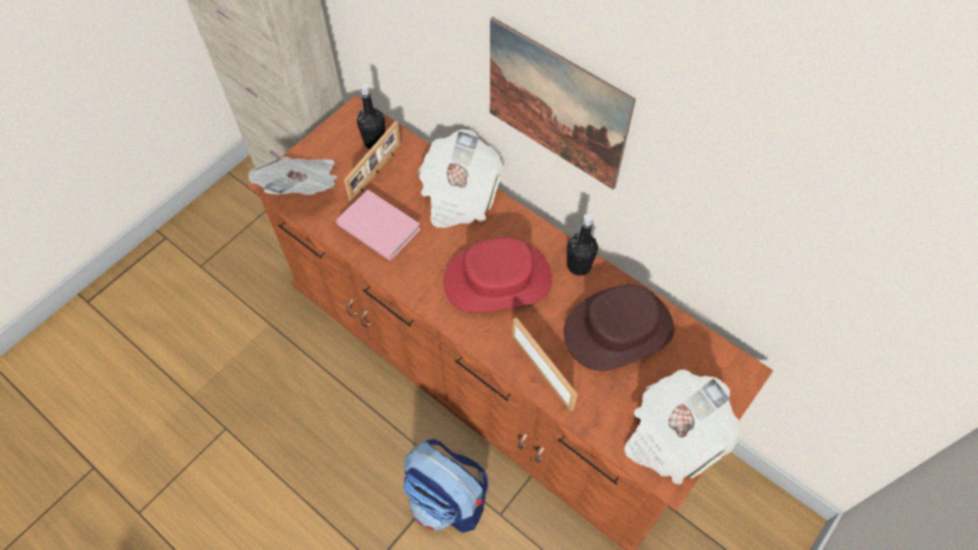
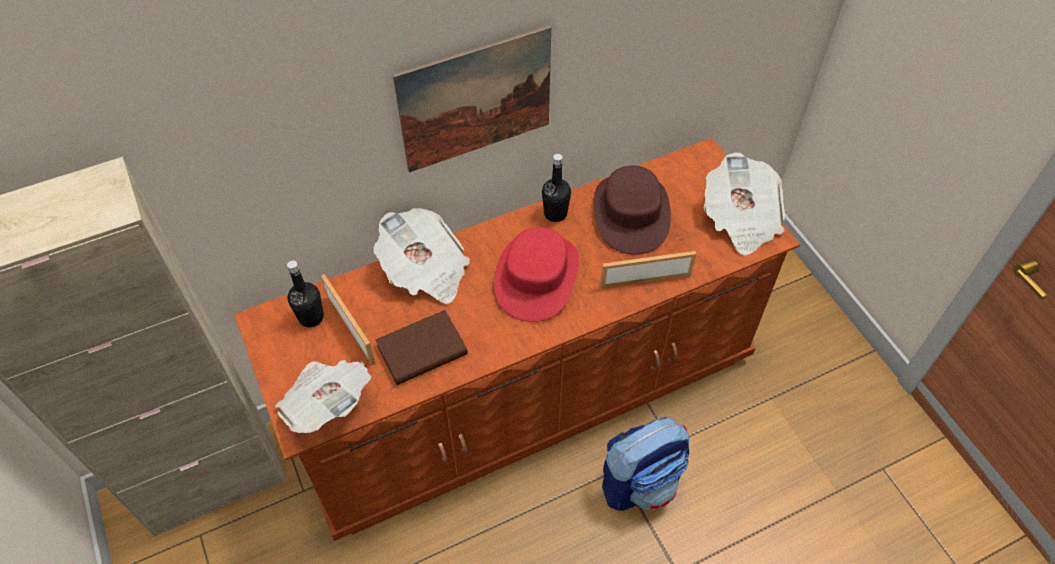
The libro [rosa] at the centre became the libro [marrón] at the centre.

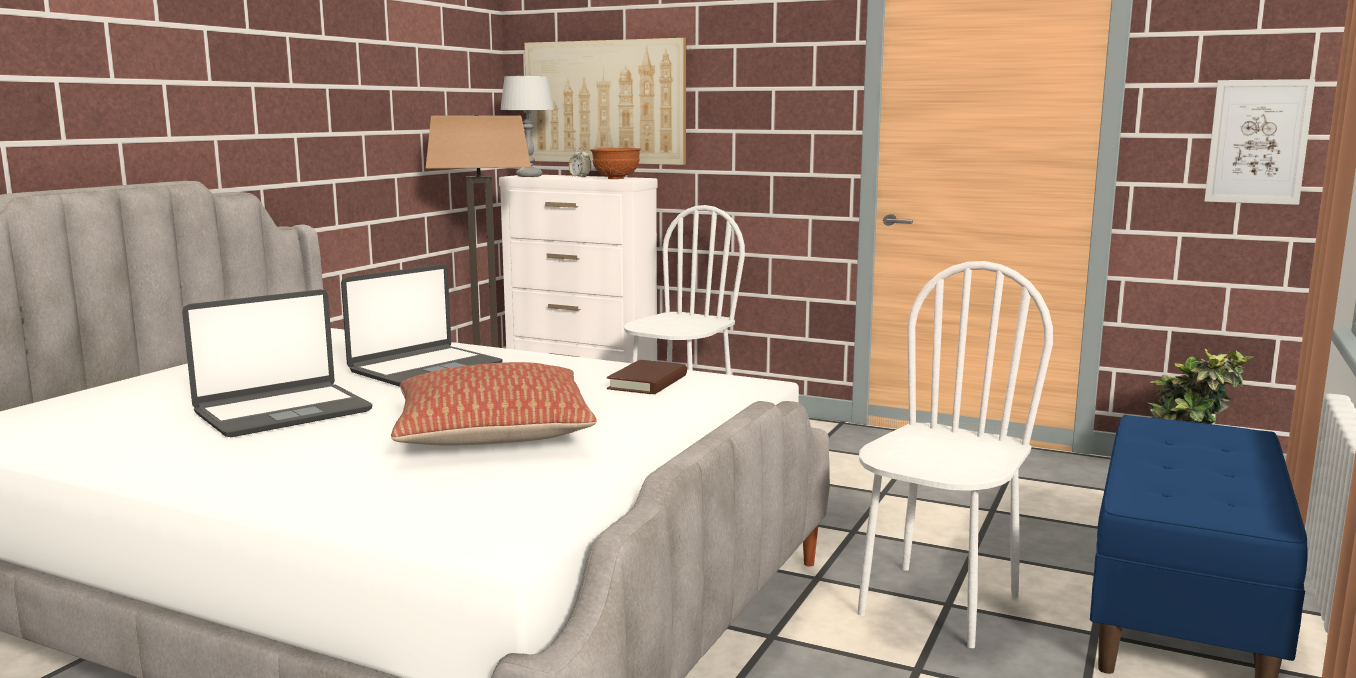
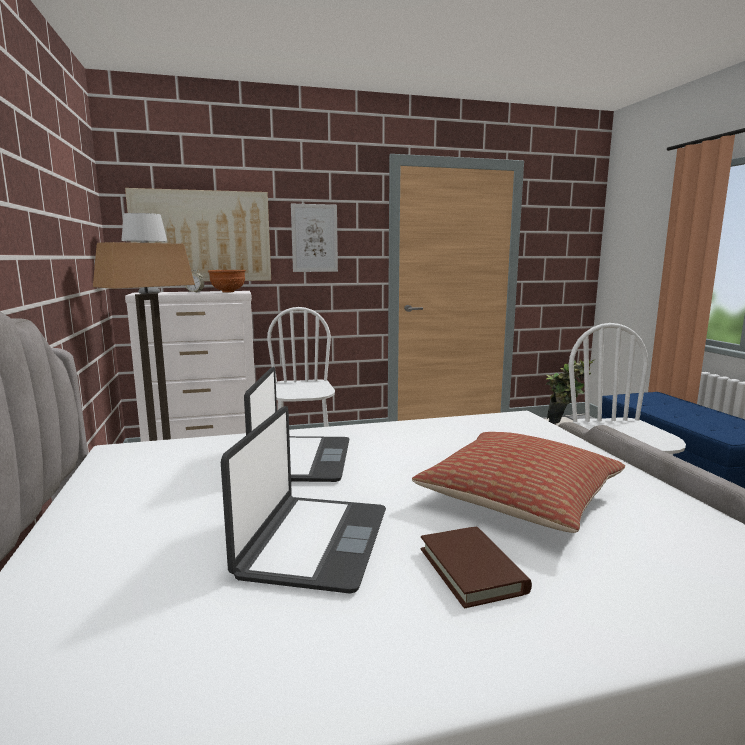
The cuadro (no. 2 from left) moved from the top right to the top centre.
The libro [marrón] moved from the centre to the bottom centre.

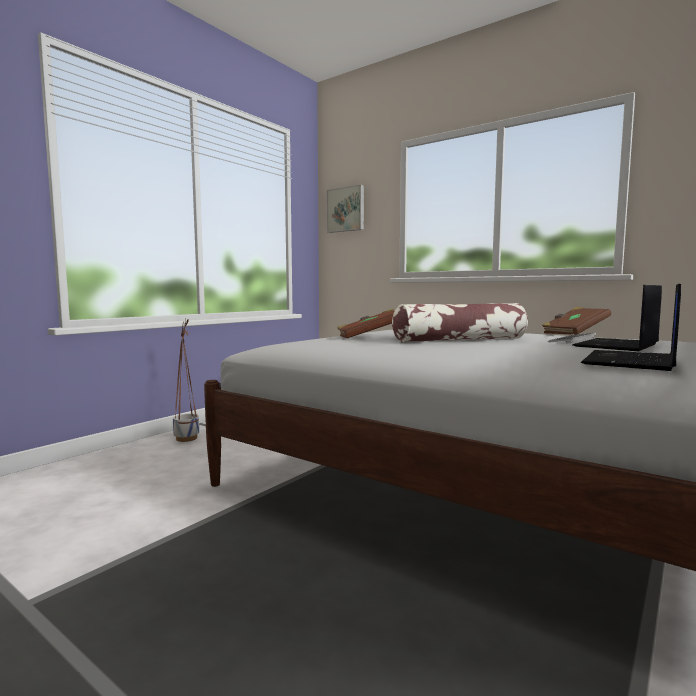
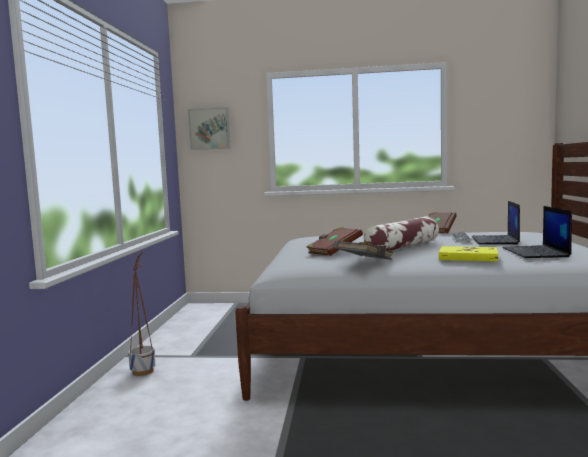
The libro [gris] at the centre appeared.
The libro [amarillo] at the middle right appeared.

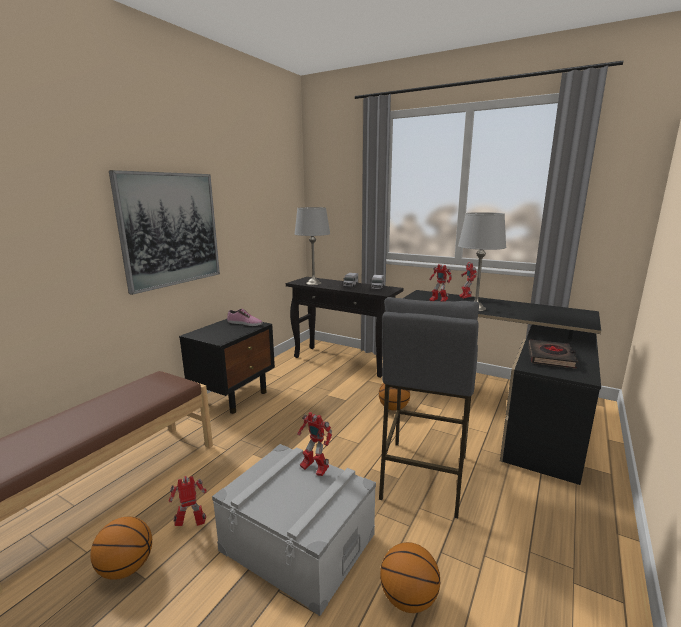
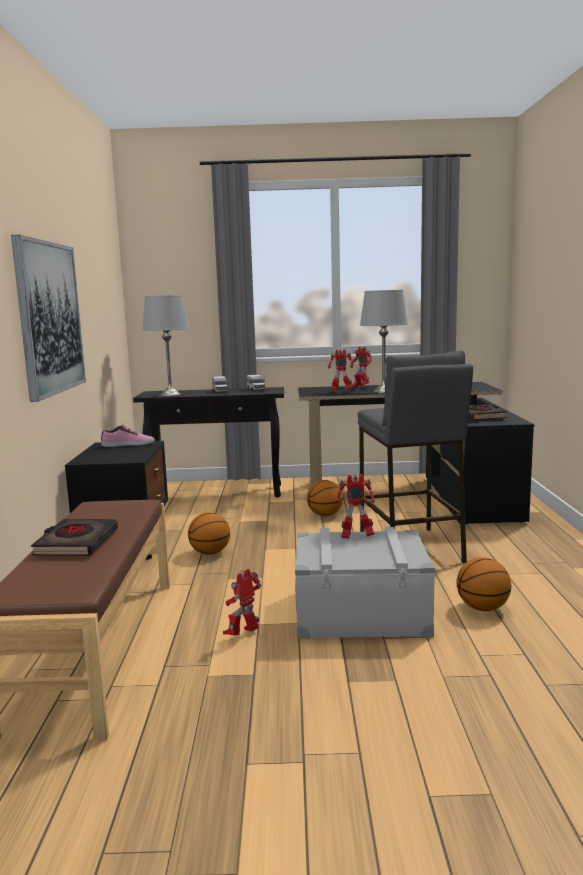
The balón de baloncesto (no. 1 from left) moved from the bottom left to the centre.
The libro [negro] (no. 1 from left) at the middle left appeared.

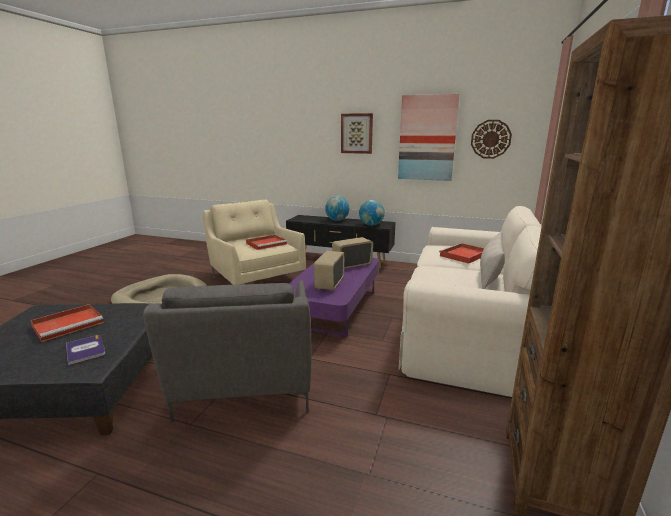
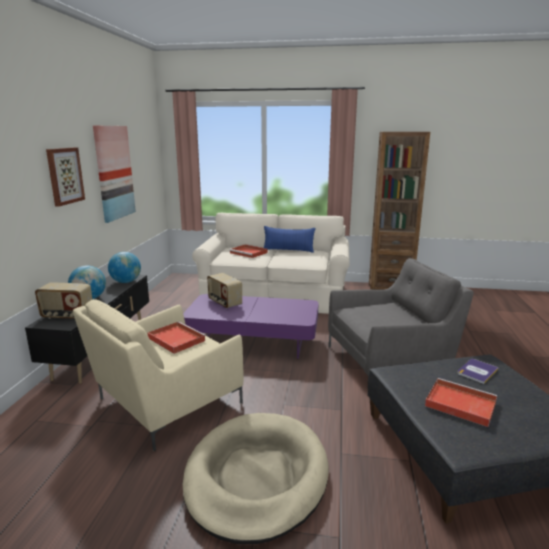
The reloj de pared at the top right disappeared.
The cojín [beis] at the middle right became the cojín [azul] at the centre.
The radio (no. 1 from left) moved from the centre to the middle left.

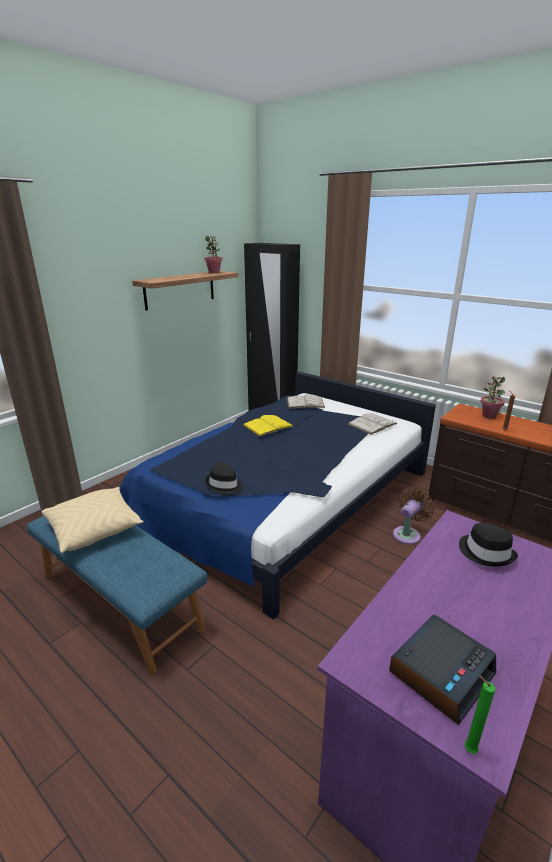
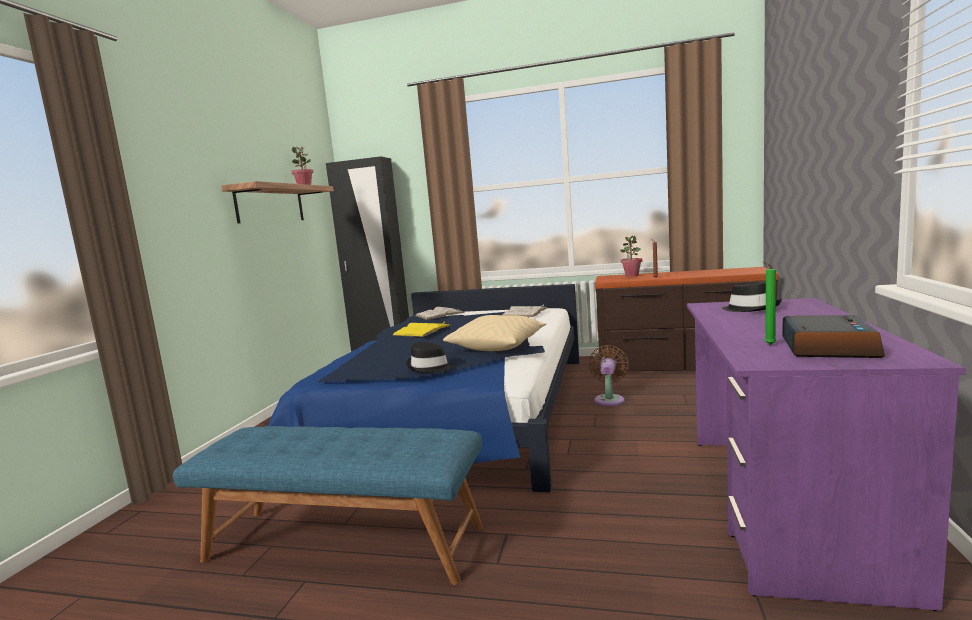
The cojín [beis] moved from the middle left to the centre.
The vela [verde] moved from the bottom right to the middle right.

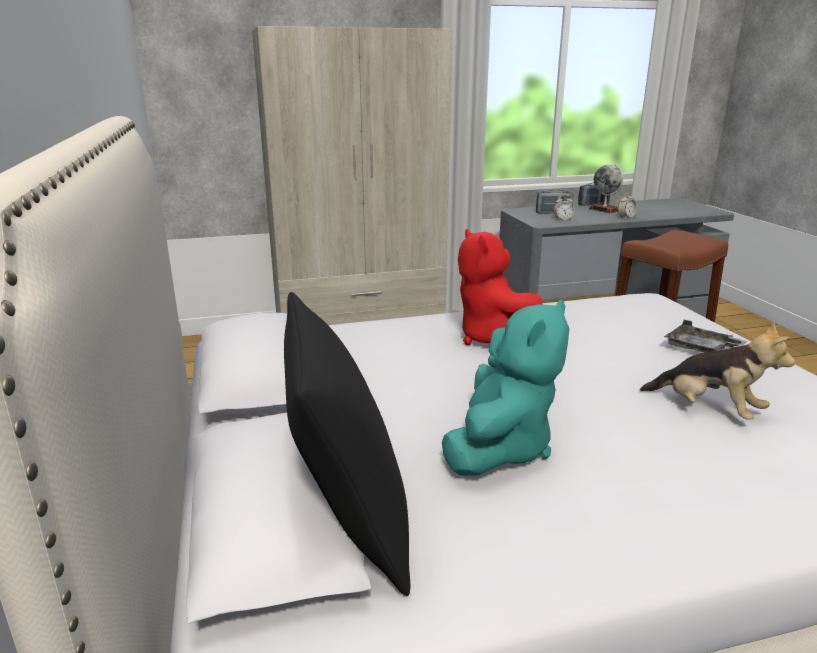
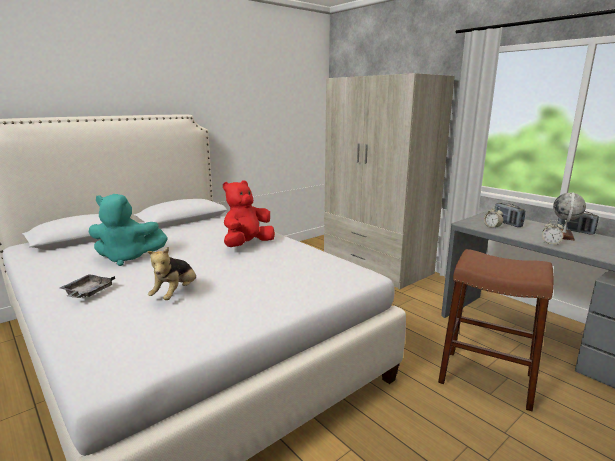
The cojín [negro] at the bottom centre disappeared.
The bandeja [gris] moved from the middle right to the middle left.

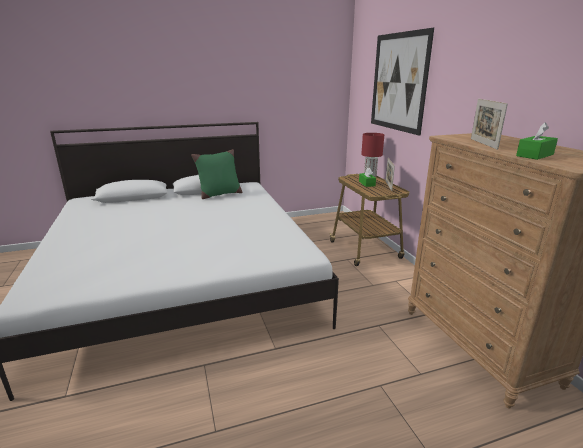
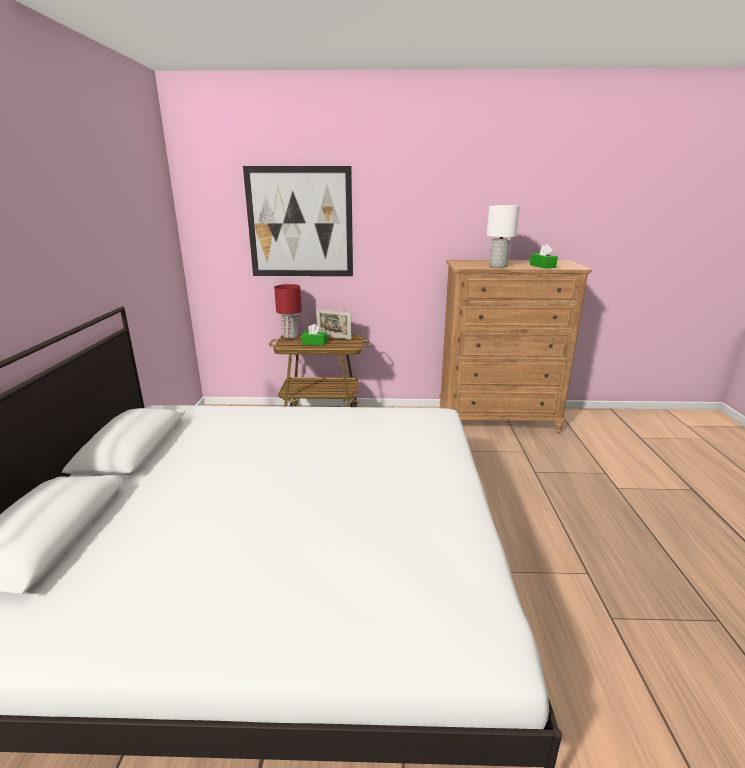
The portarretratos (no. 2 from left) at the top right was replaced by the lámpara de mesa [blanco] at the top right.
The cojín [verde] at the centre disappeared.

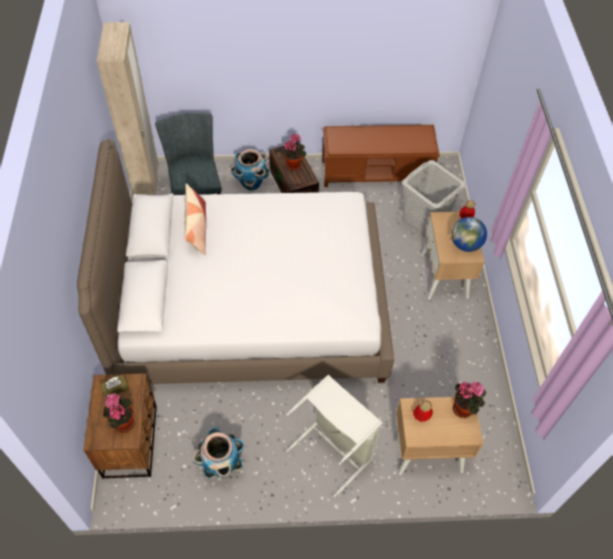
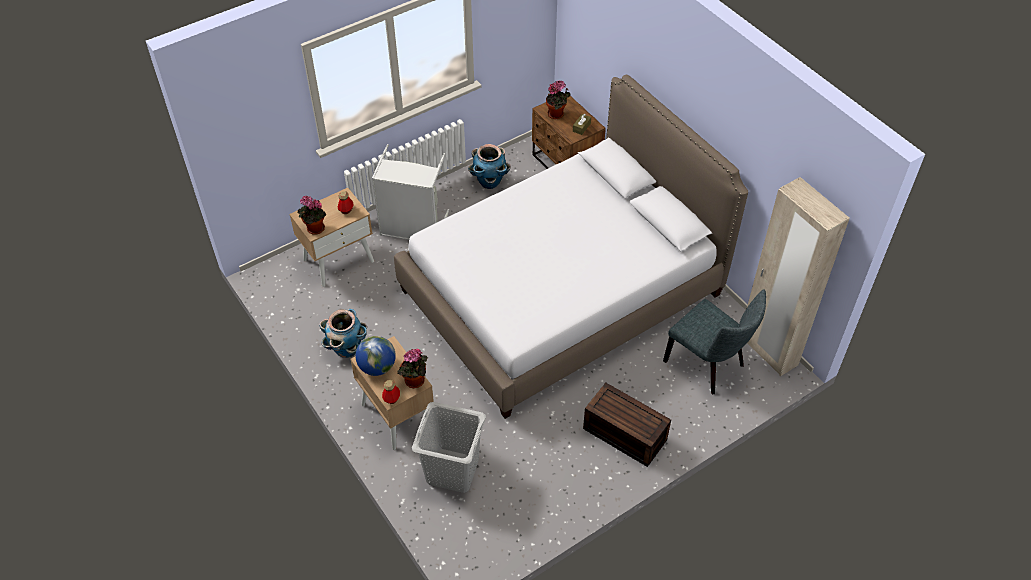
The banco [marrón] at the top centre disappeared.
The planta en maceta (no. 2 from left) moved from the top centre to the centre.
The maceta (no. 2 from left in the first image) moved from the top centre to the middle left.
The cojín at the middle left disappeared.

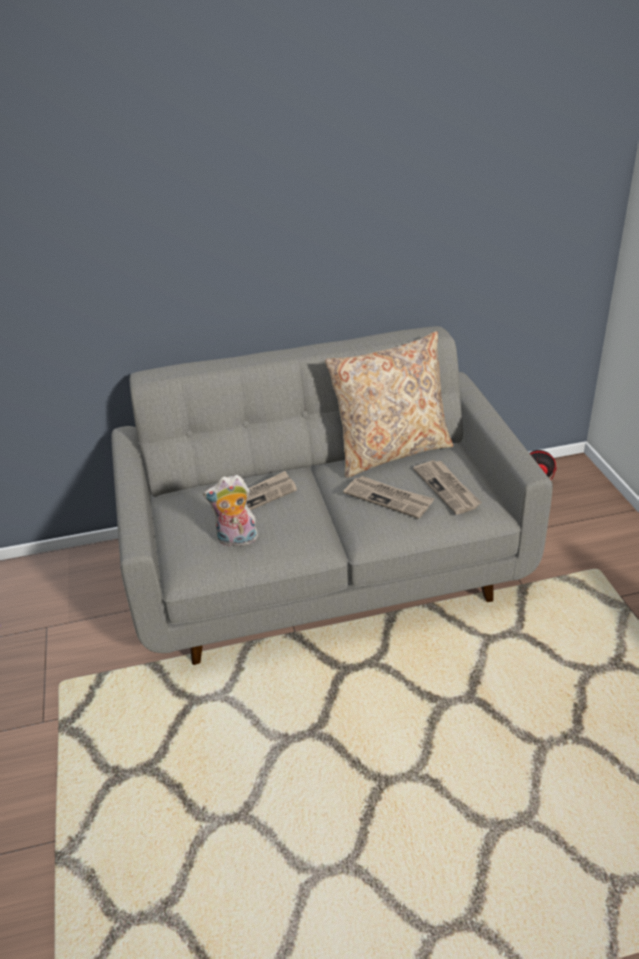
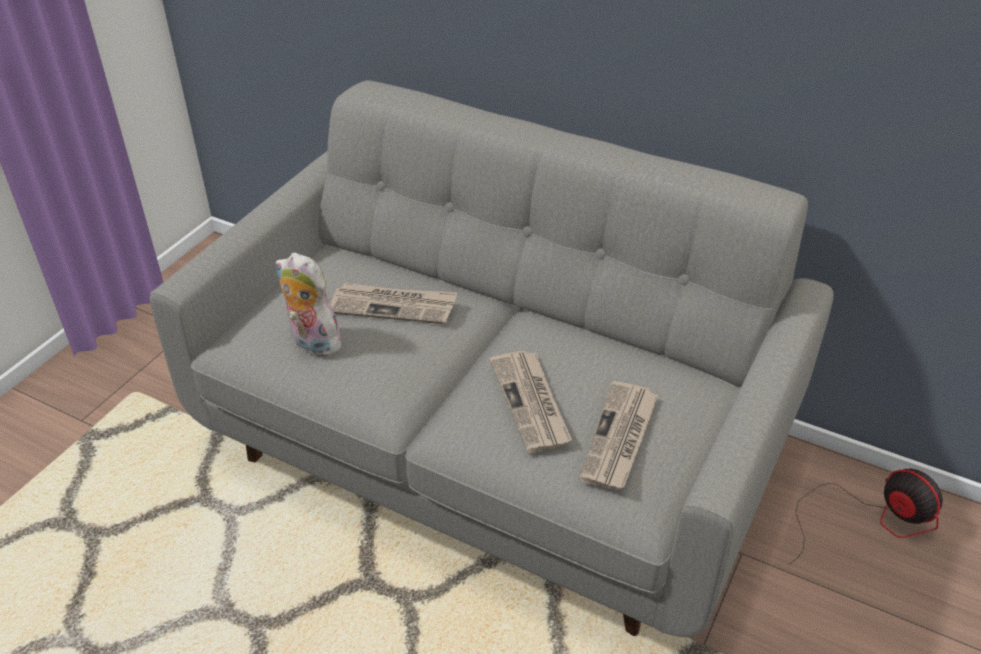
The cojín [beis] at the centre disappeared.

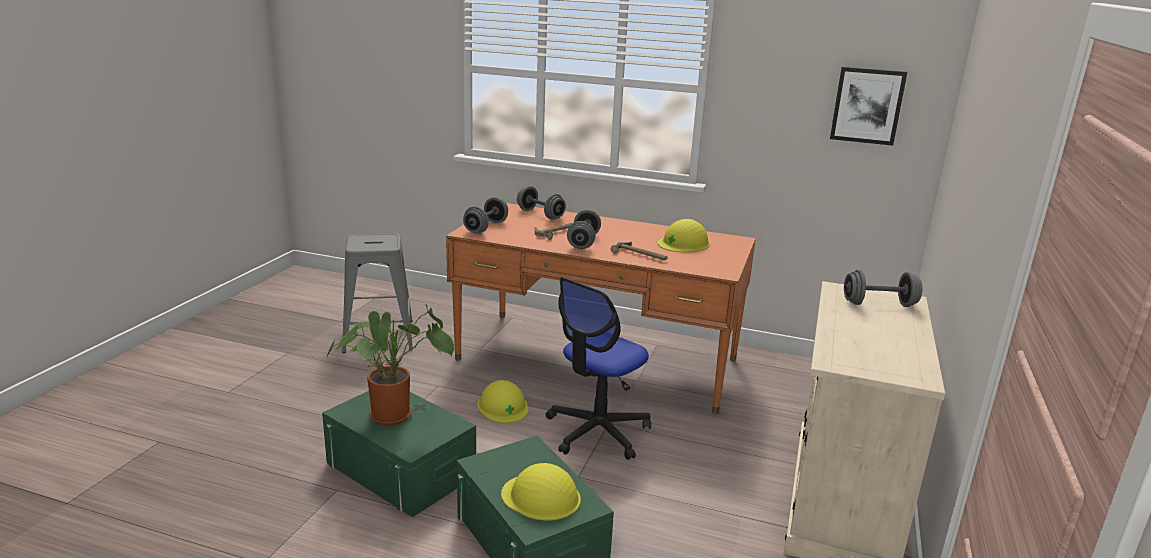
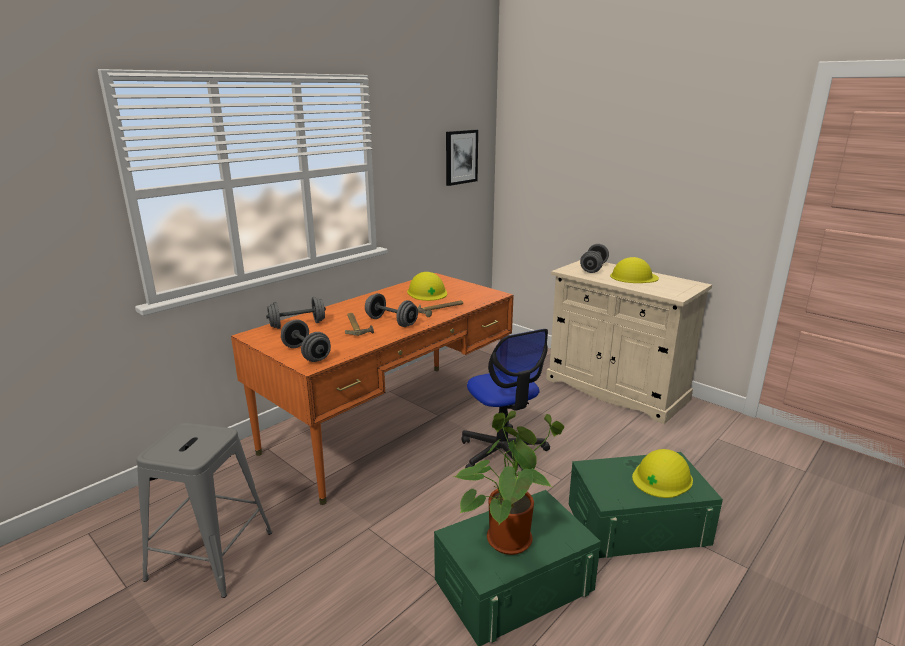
The casco [amarillo] (no. 1 from left in the first image) moved from the bottom centre to the middle right.

